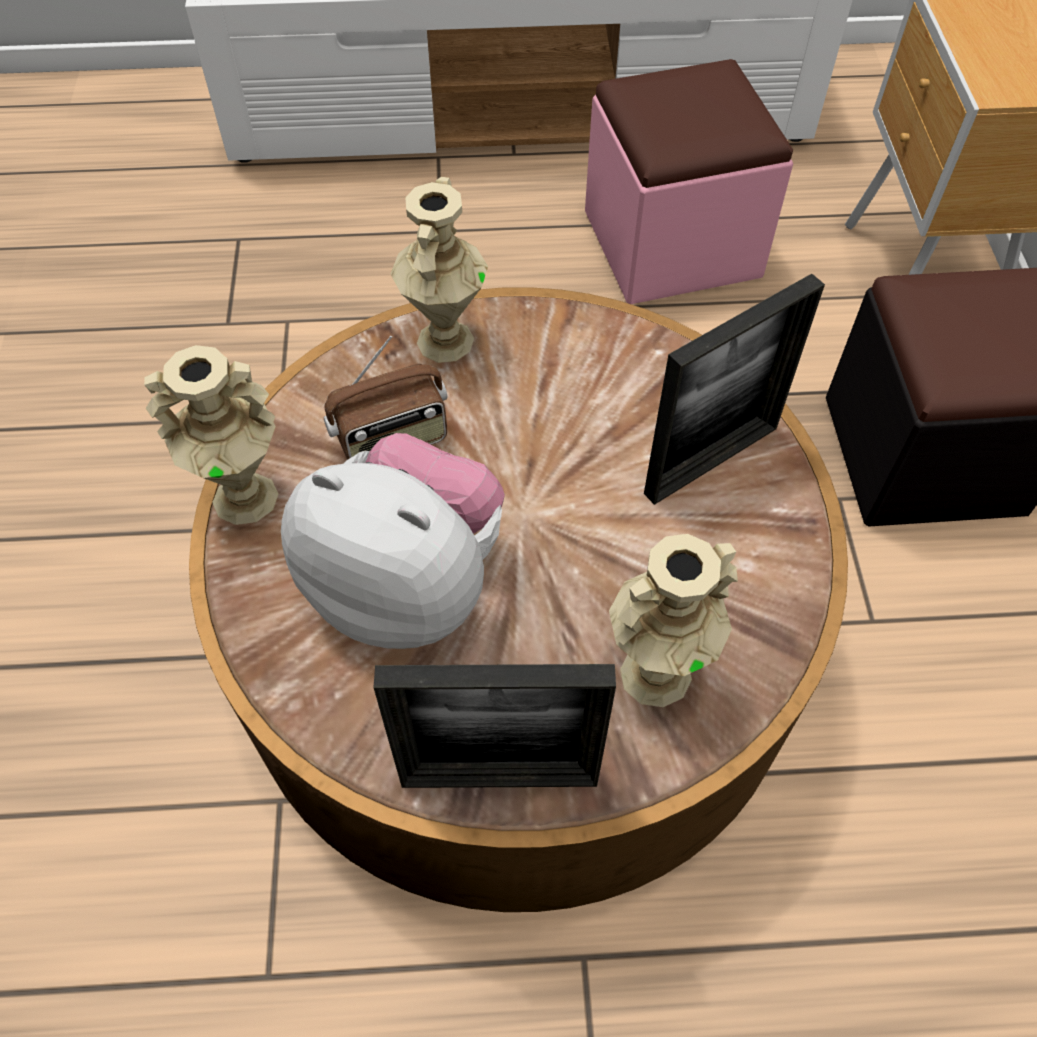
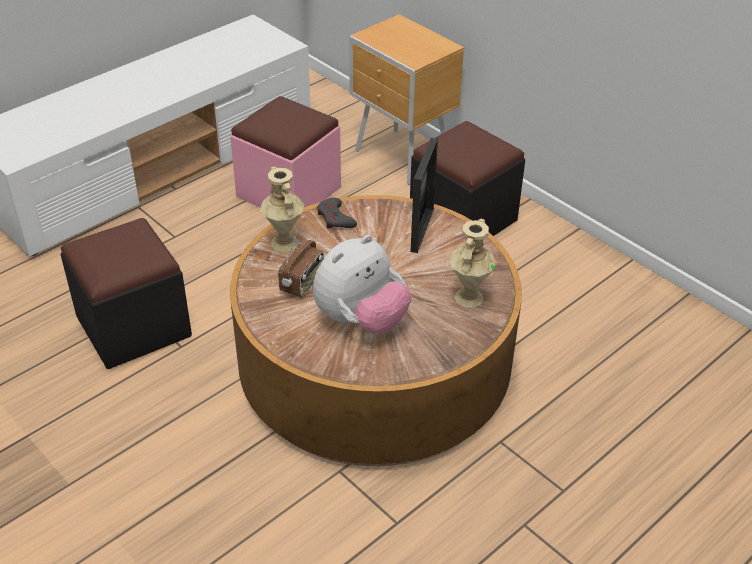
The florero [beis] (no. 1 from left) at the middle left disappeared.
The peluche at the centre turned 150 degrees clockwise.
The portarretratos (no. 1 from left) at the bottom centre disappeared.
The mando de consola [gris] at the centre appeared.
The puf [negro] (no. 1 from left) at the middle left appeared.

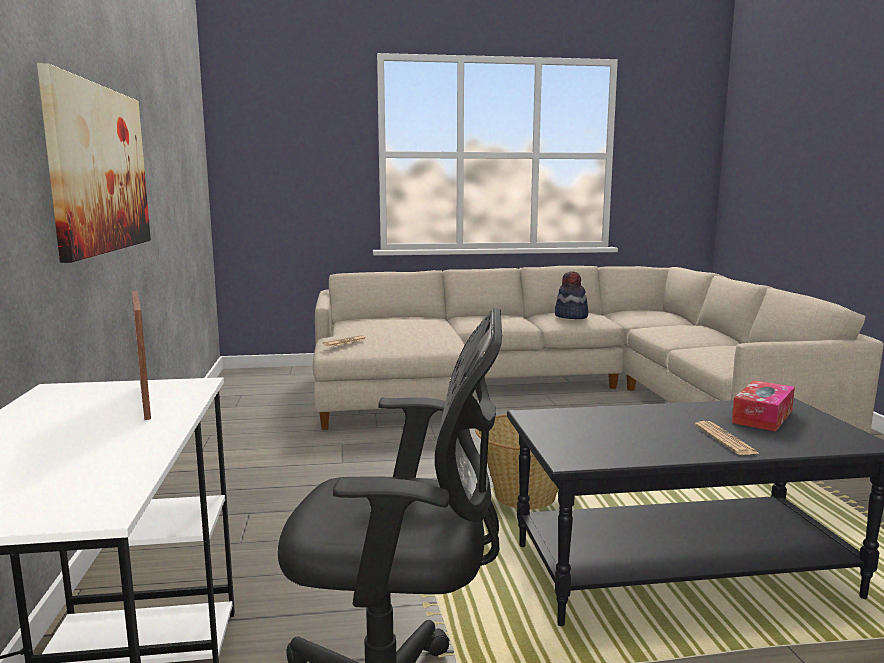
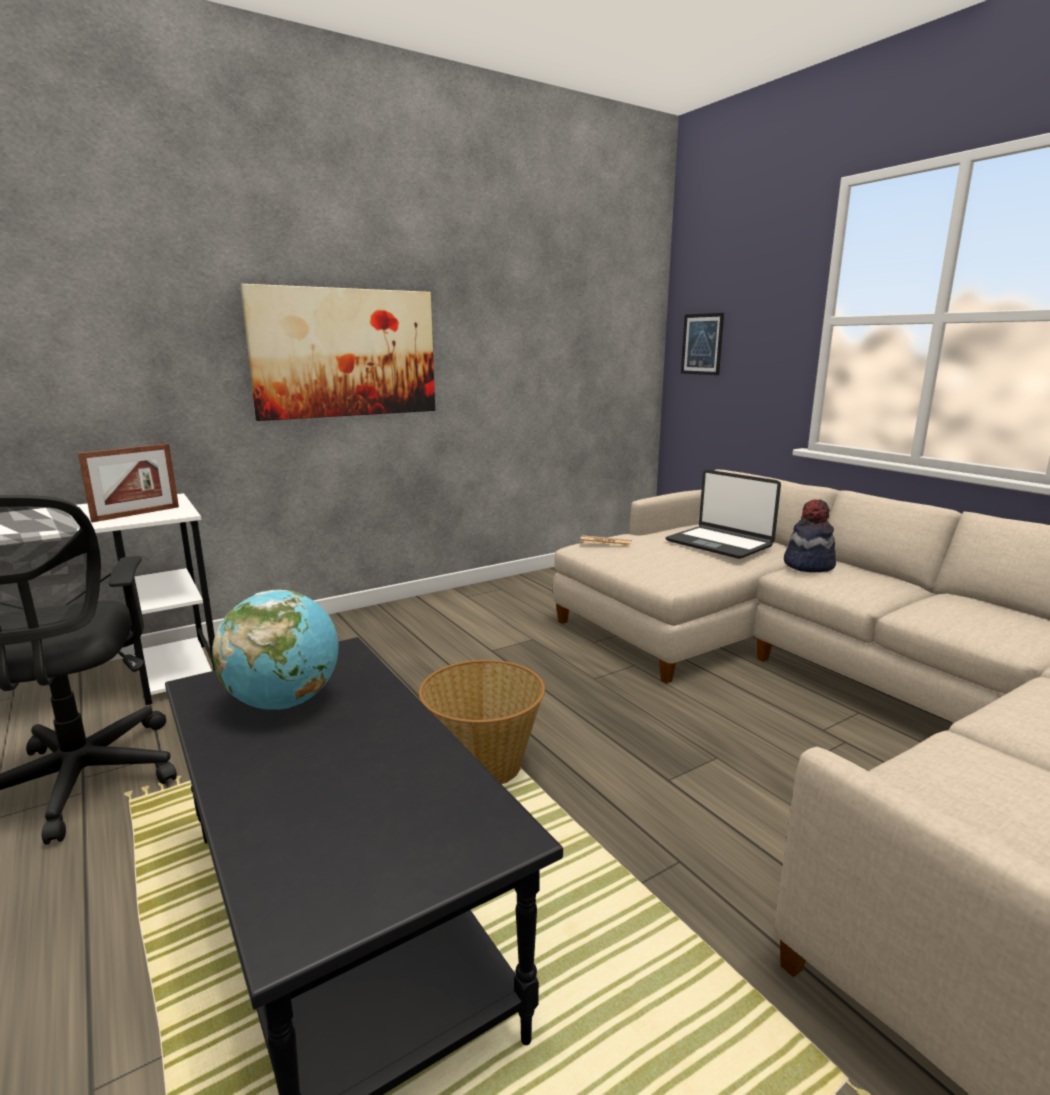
The sombrero moved from the centre to the middle right.
The caja de pañuelos at the middle right disappeared.
The periódico (no. 2 from left) at the middle right disappeared.
The cuadro (no. 2 from left) at the top right appeared.
The portátil at the middle right appeared.
The globo terráqueo at the middle left appeared.

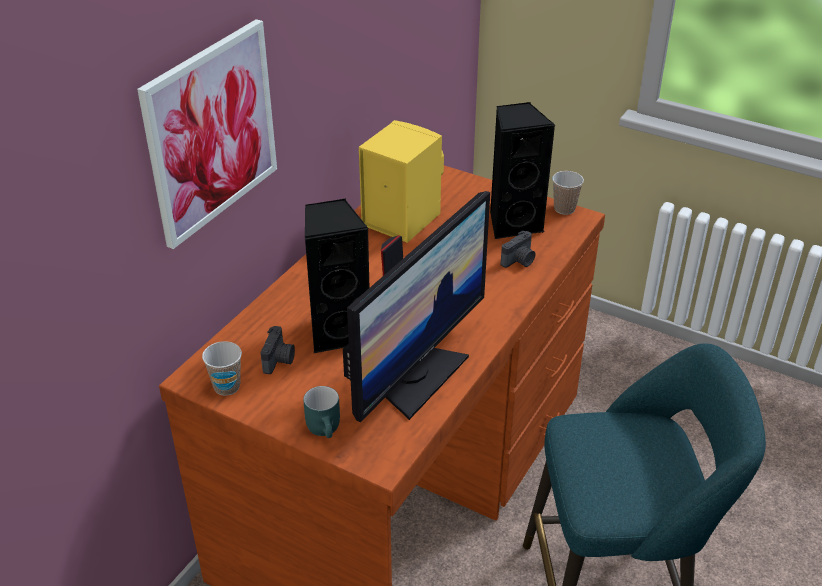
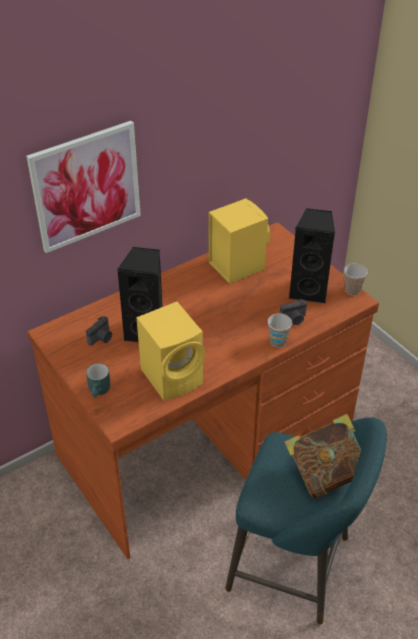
The monitor at the centre was replaced by the altavoz [amarillo] (no. 1 from left) at the centre.
The taza (no. 1 from left) moved from the middle left to the middle right.
The libro at the bottom right appeared.

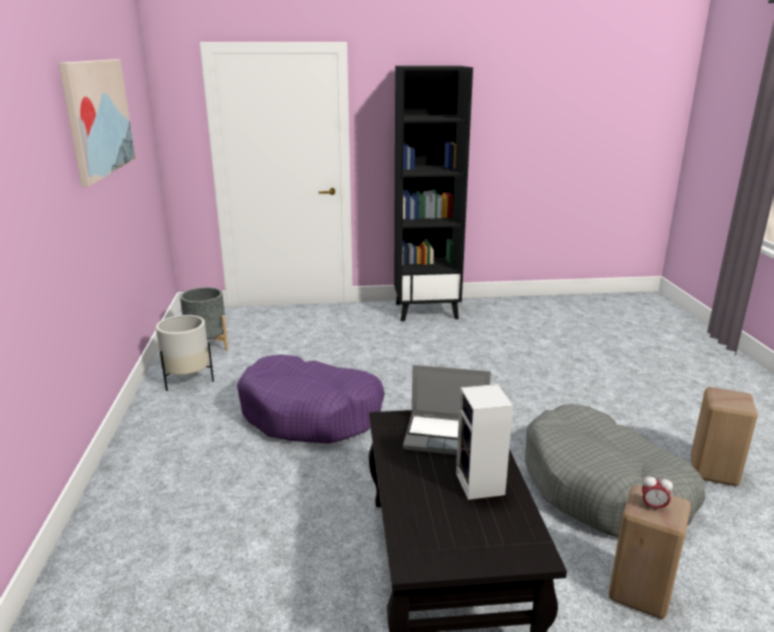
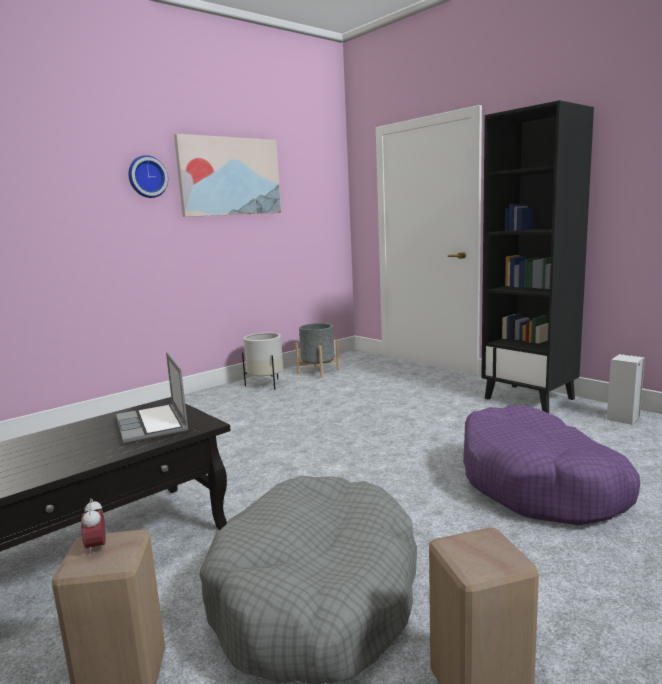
The cama para perro [morado] moved from the centre to the bottom right.
The altavoz moved from the bottom centre to the middle right.
The reloj de pared at the top left appeared.

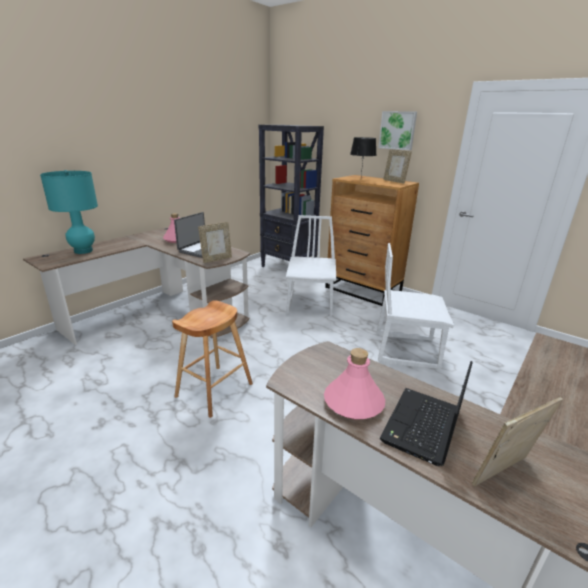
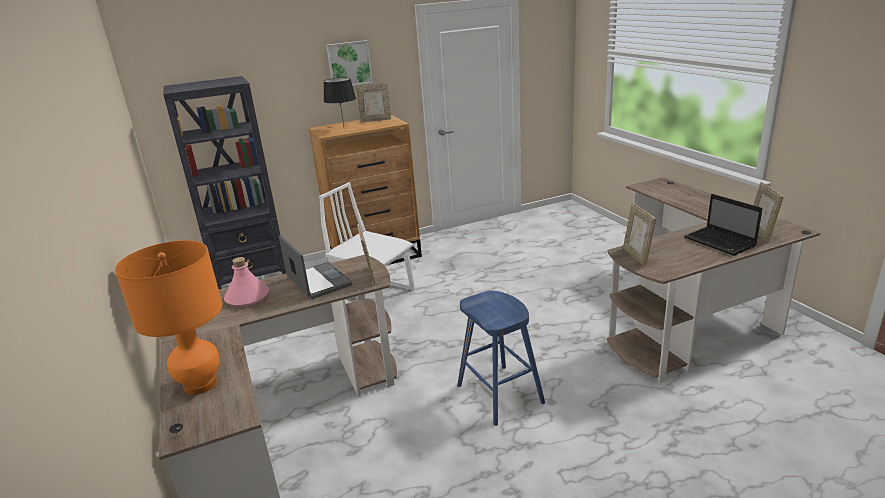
The lámpara de mesa [turquesa] at the middle left became the lámpara de mesa [naranja] at the middle left.
The silla [blanco] (no. 2 from left) at the middle right disappeared.
The taburete [marrón] at the centre became the taburete [azul] at the bottom centre.
The botella [rosa] (no. 2 from left) at the centre disappeared.
The portarretratos (no. 3 from left) at the middle right appeared.

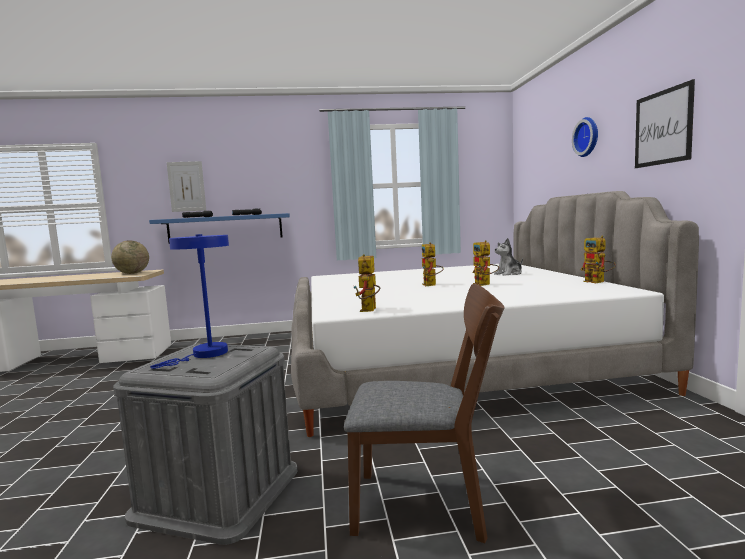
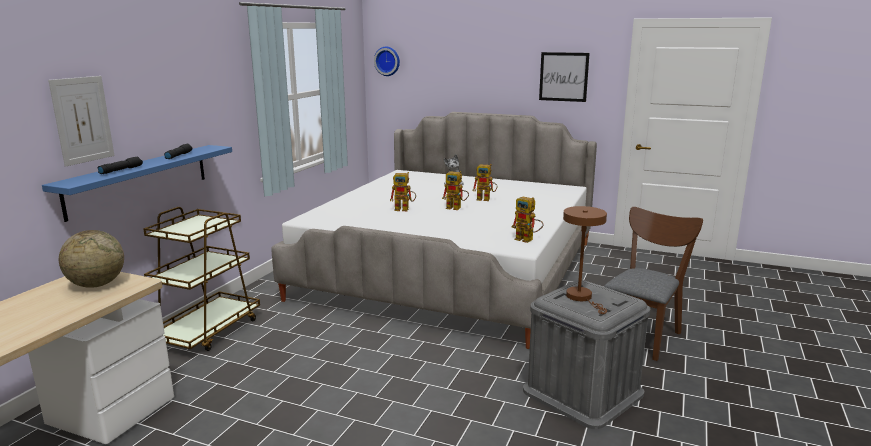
The reloj de pared moved from the top right to the top centre.
The lámpara de mesa [azul] at the middle left became the lámpara de mesa [marrón] at the middle right.
The robot de juguete (no. 4 from left in the first image) moved from the middle right to the centre.
The carrito [marrón] at the middle left appeared.

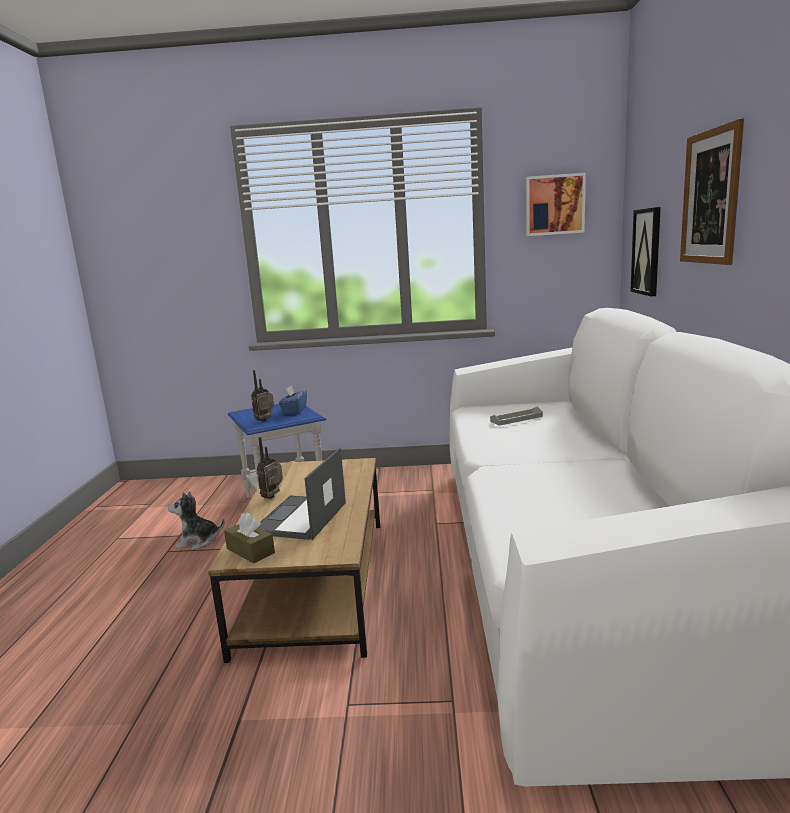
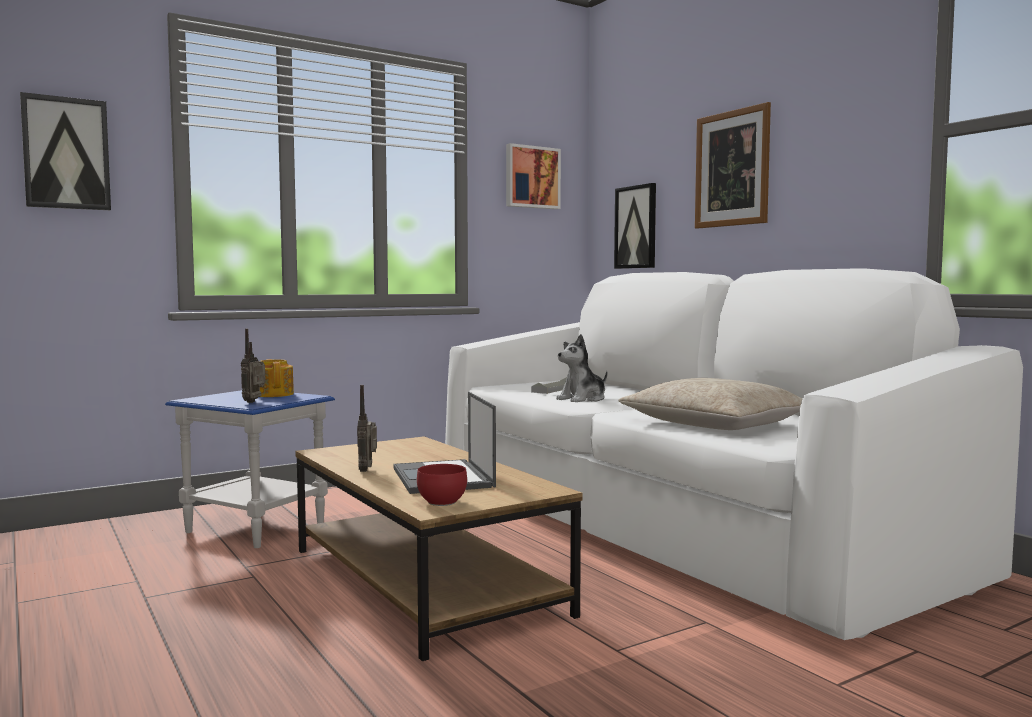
The caja de pañuelos [azul] at the centre was replaced by the tetera at the middle left.
The peluche moved from the middle left to the centre.
The caja de pañuelos [marrón] at the middle left was replaced by the cuenco [rojo] at the bottom centre.
The cuadro (no. 1 from left) at the top left appeared.
The cojín [beis] at the middle right appeared.

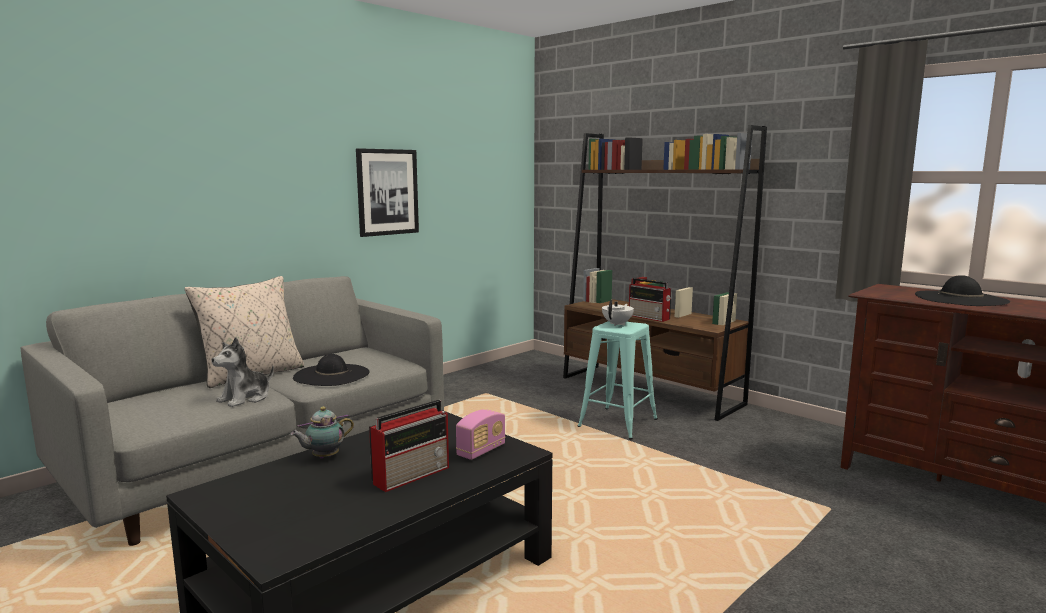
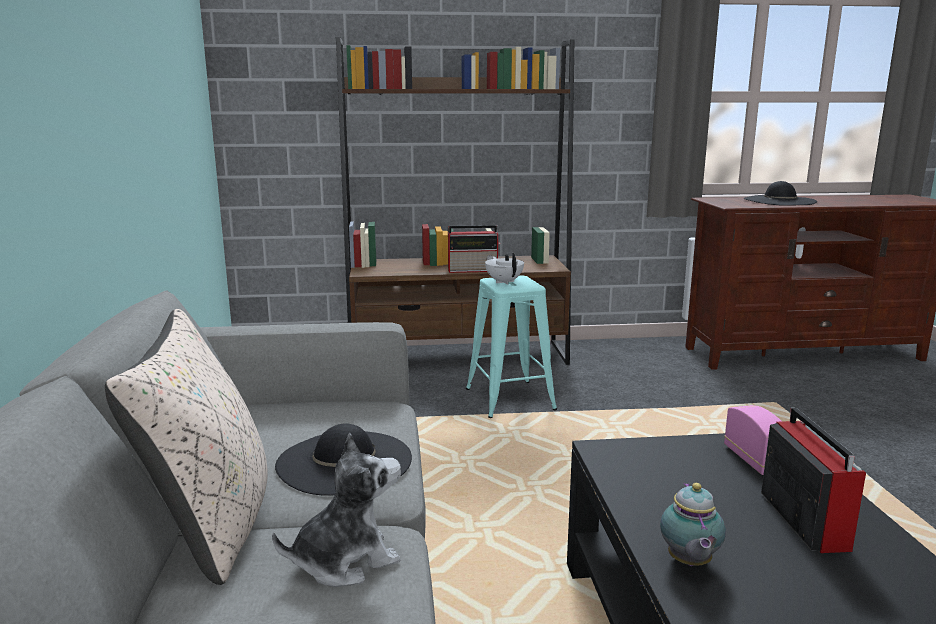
The cuadro at the top centre disappeared.
The peluche at the middle left turned 105 degrees counterclockwise.

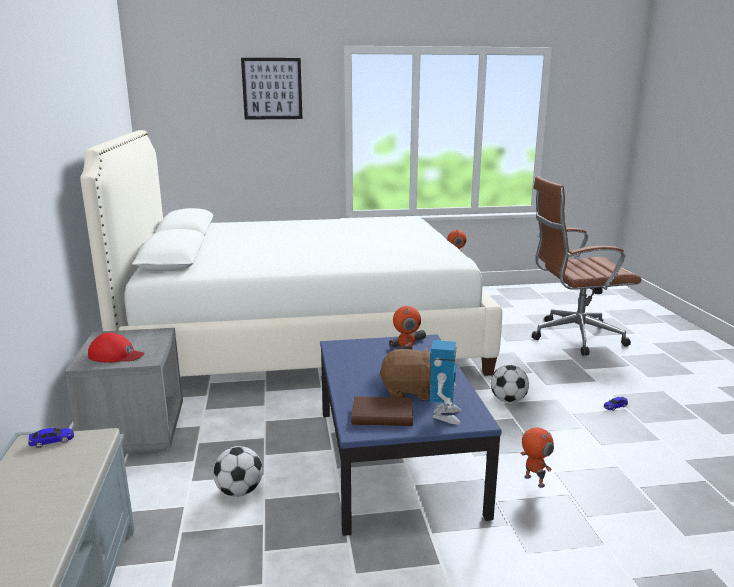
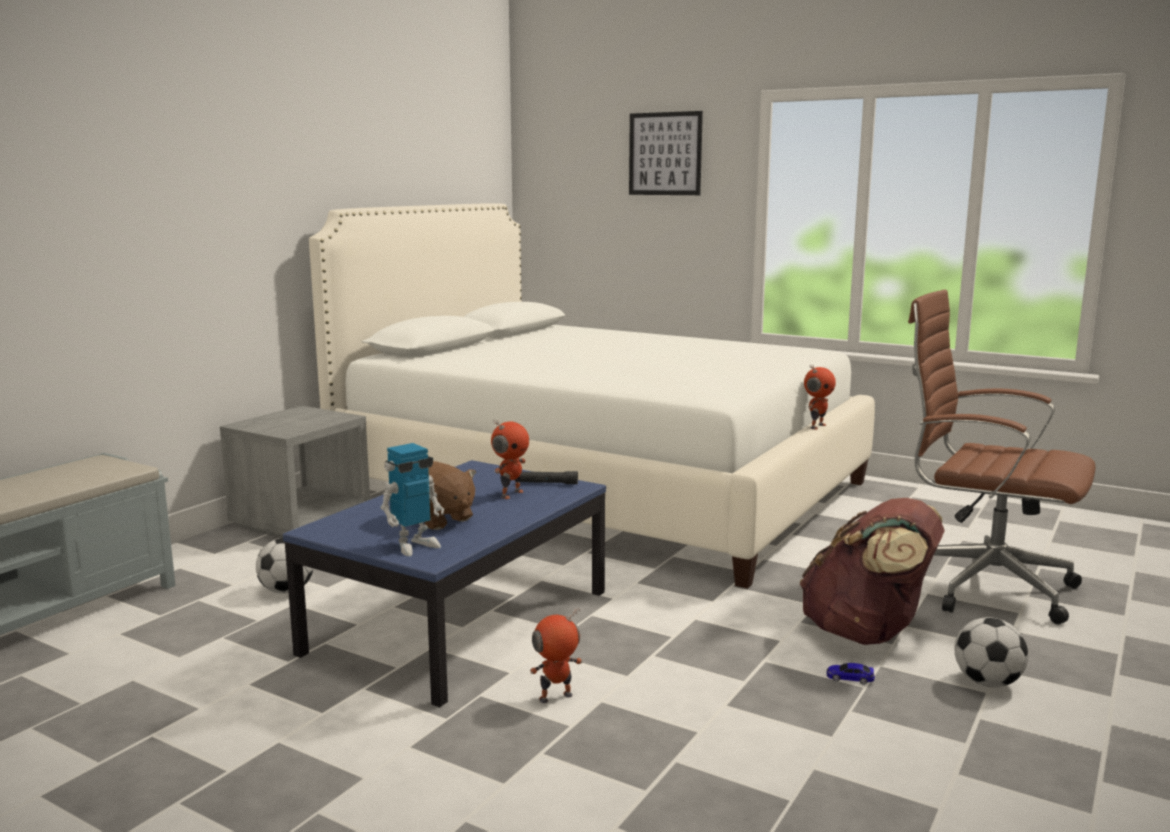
The gorra [rojo] at the middle left disappeared.
The balón de fútbol (no. 2 from left) moved from the middle right to the bottom right.
The libro [marrón] at the bottom centre disappeared.
The robot de juguete (no. 4 from left in the first image) at the bottom right turned 120 degrees counterclockwise.
The coche de juguete (no. 1 from left) at the bottom left disappeared.
The mochila [marrón] at the bottom right appeared.

